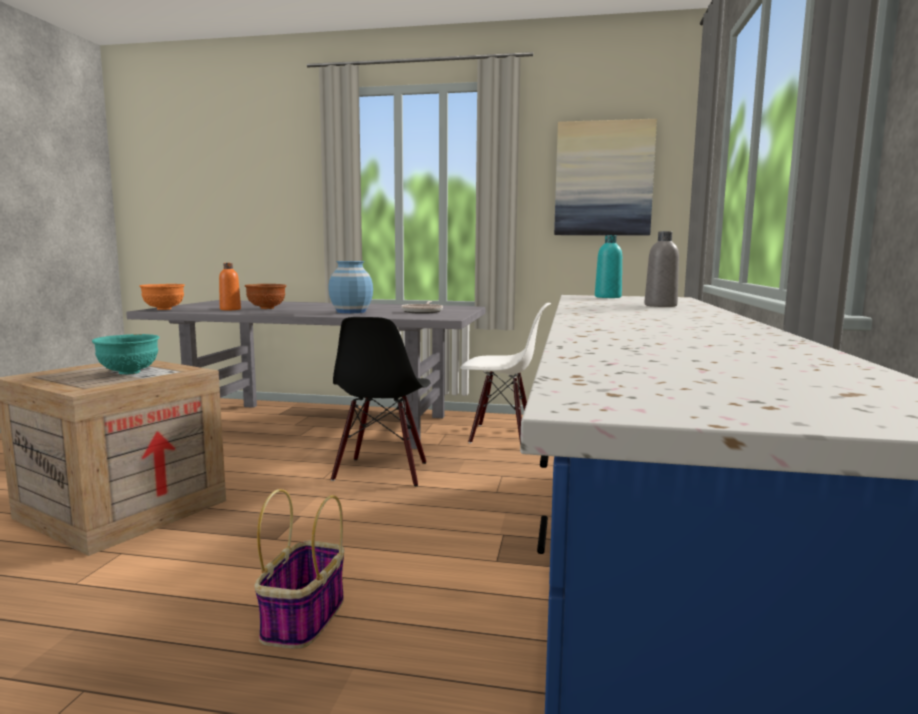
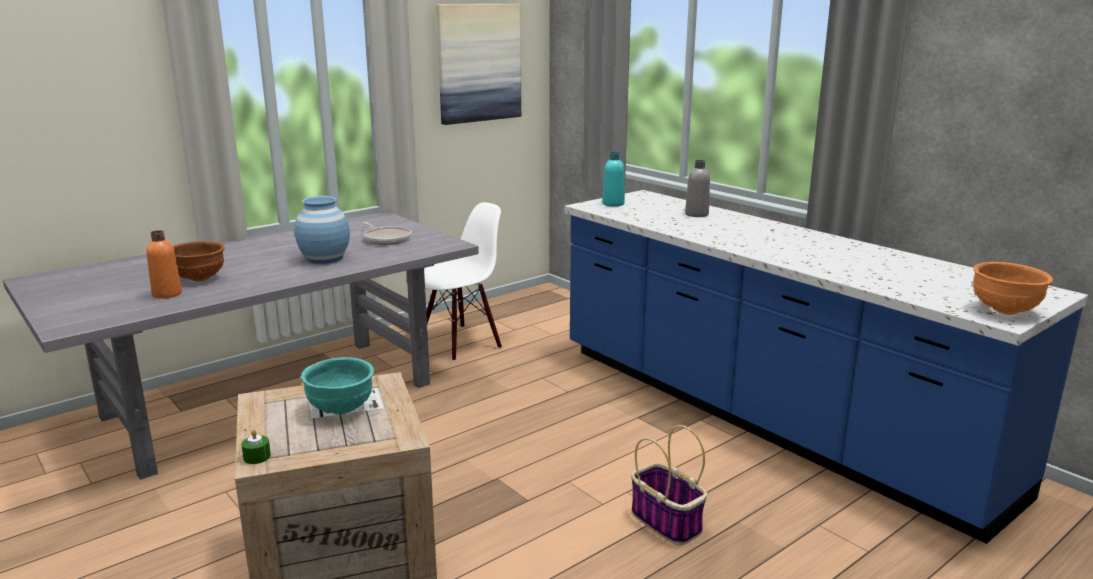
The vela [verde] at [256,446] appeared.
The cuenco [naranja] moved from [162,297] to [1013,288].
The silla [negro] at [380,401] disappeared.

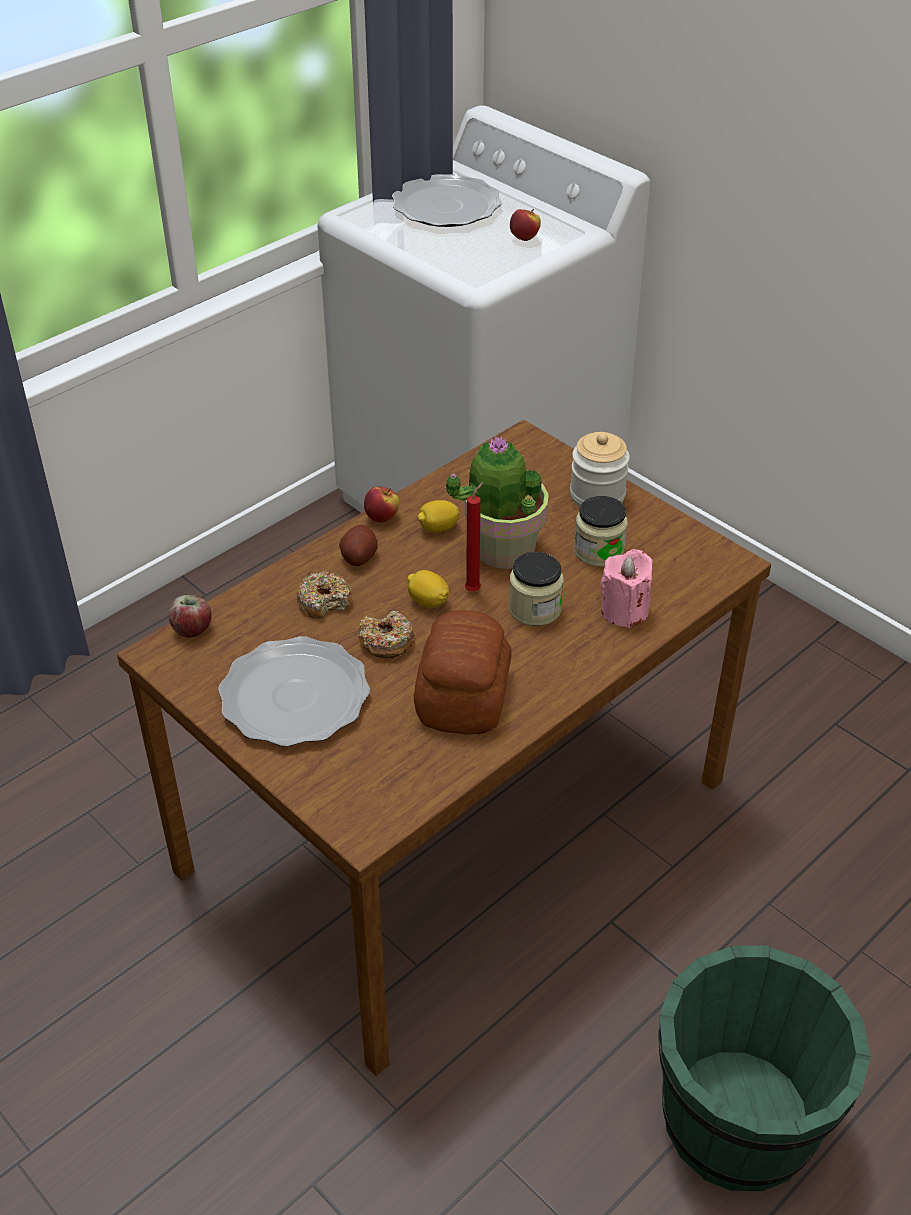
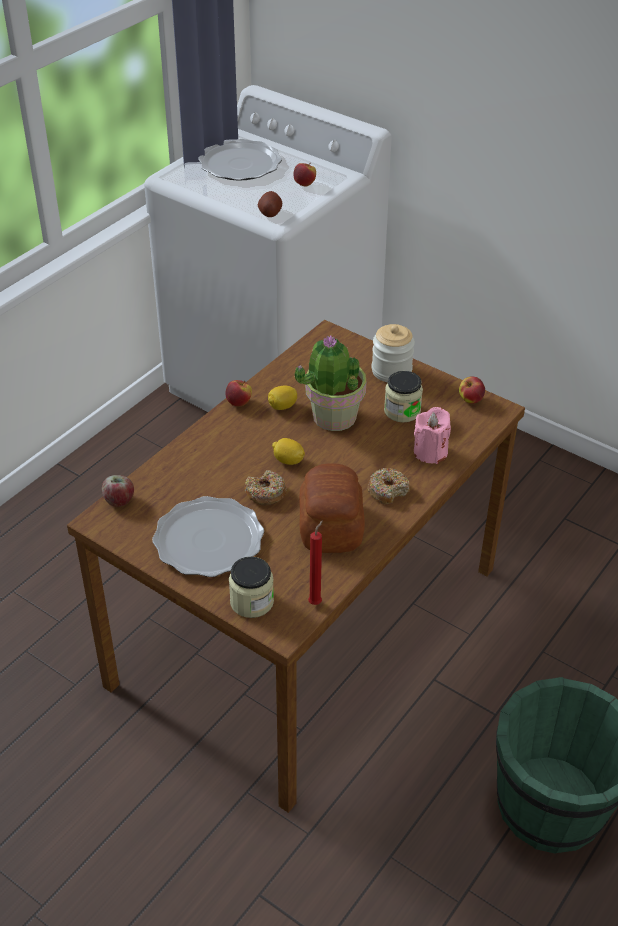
The tarro moved from [536,589] to [251,587].
The patata moved from [358,545] to [270,204].
The vela [rojo] moved from [474,536] to [315,562].
The rosquilla moved from [324,595] to [388,486].
The manzana at [472,390] appeared.

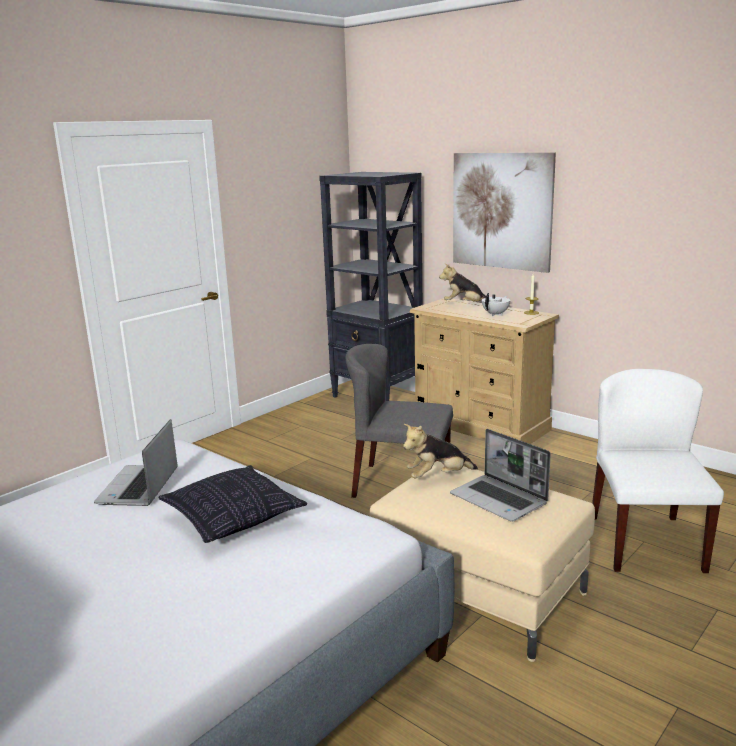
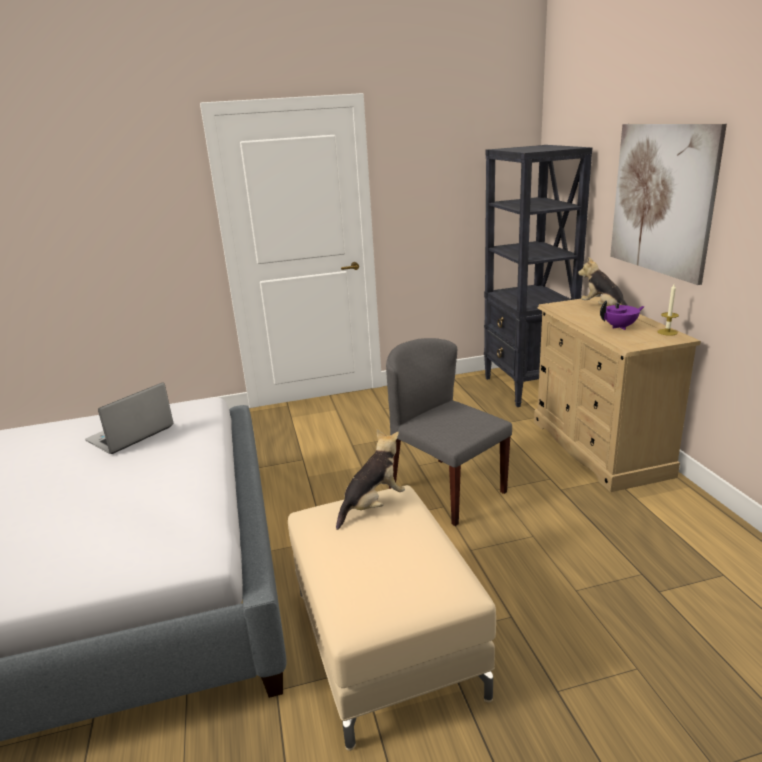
The peluche at [440,451] turned 120 degrees clockwise.
The tetera [blanco] at [496,304] became the tetera [morado] at [622,315].
The cojín at [232,504] disappeared.
The portátil at [500,475] disappeared.
The silla [blanco] at [658,471] disappeared.

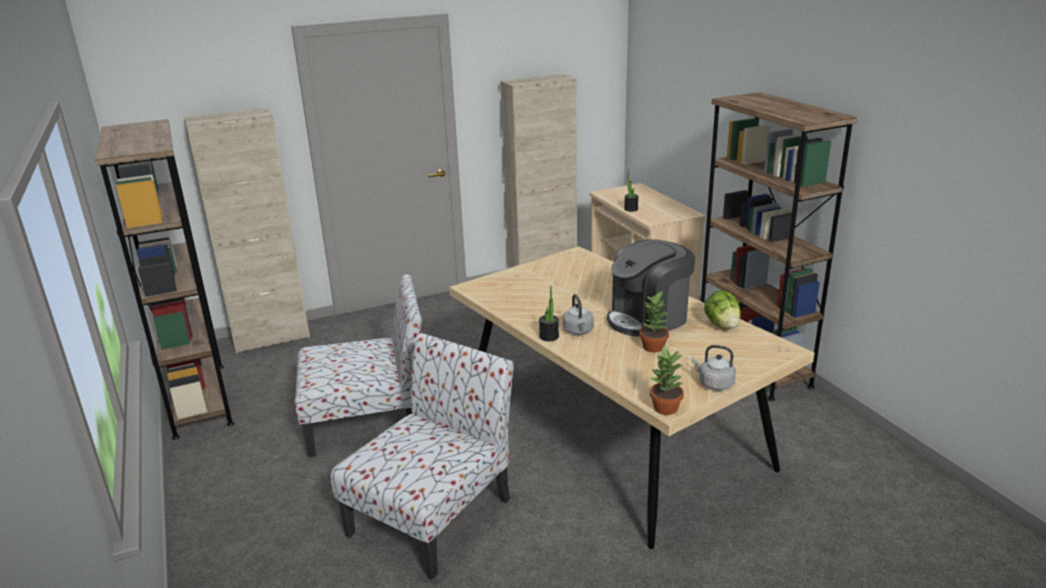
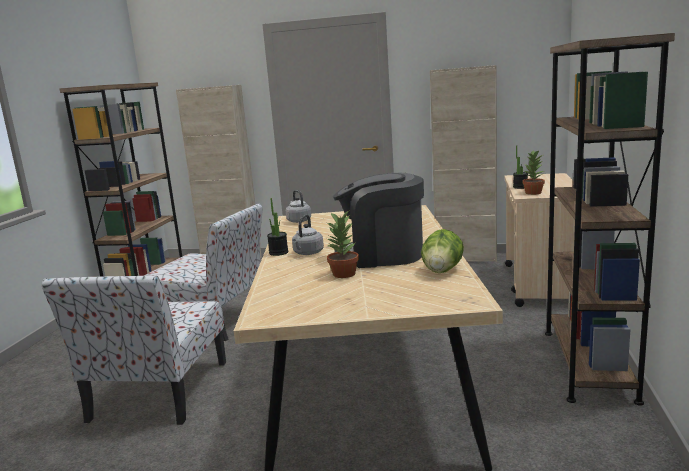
The silla at [422,456] turned 120 degrees clockwise.
The hervidor [gris] moved from [713,367] to [298,206].
The planta en maceta moved from [667,380] to [533,172].

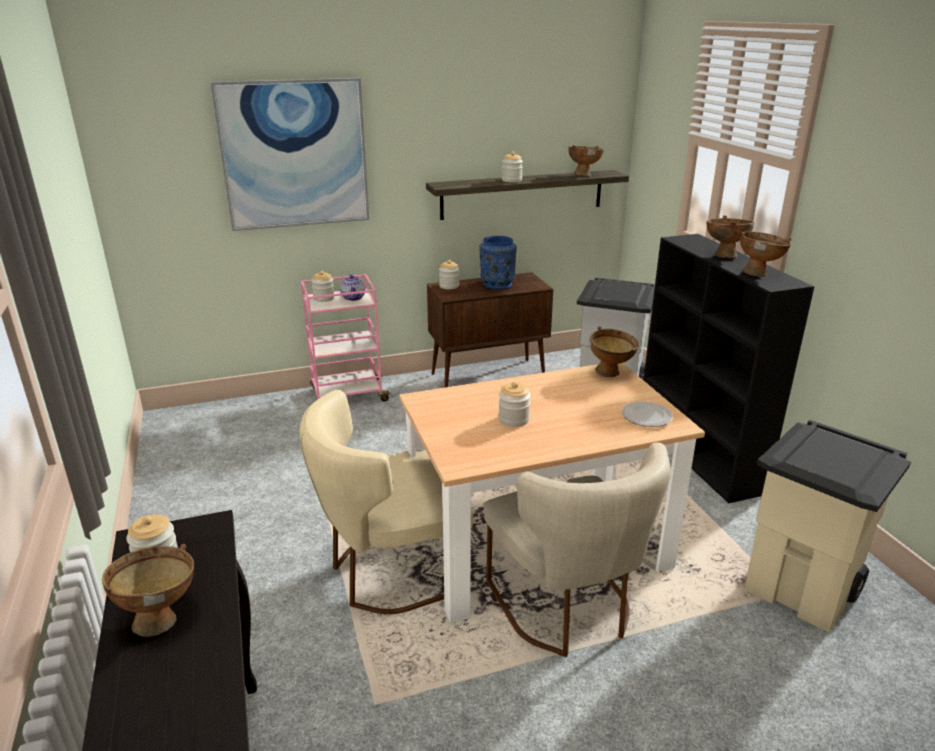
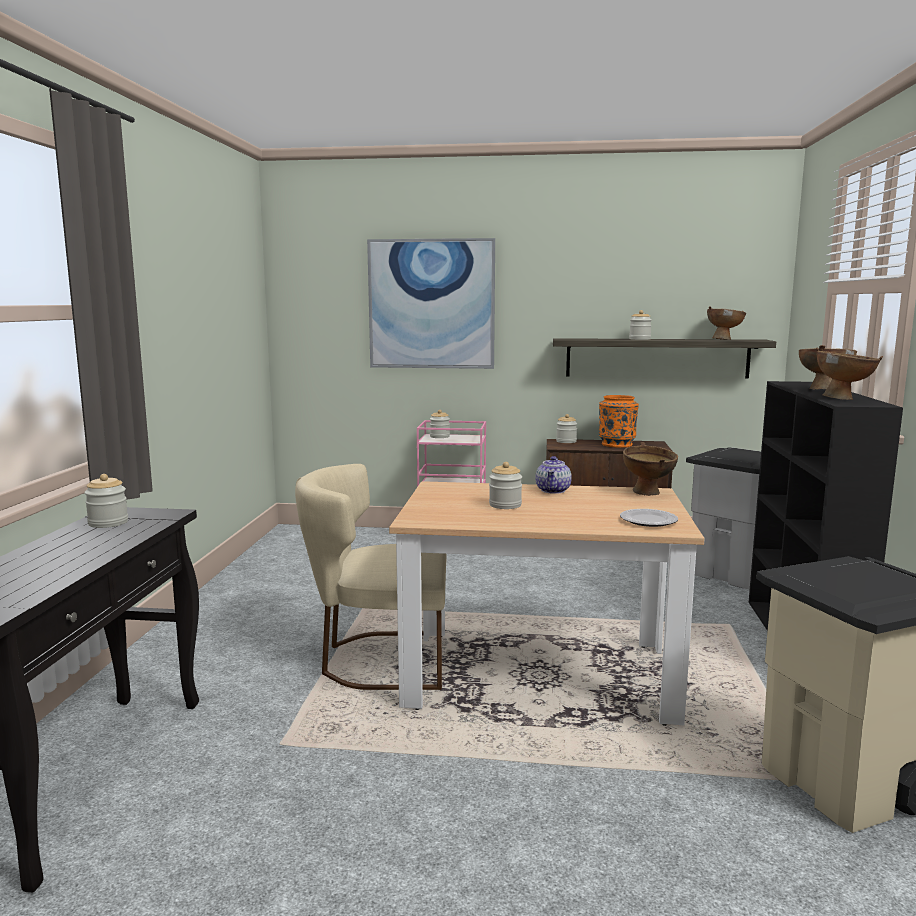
The tetera moved from [352,287] to [553,475].
The florero [azul] at [498,262] became the florero [naranja] at [619,421].
The cuenco [marrón] at [148,590] disappeared.
The silla [beis] at [577,550] disappeared.

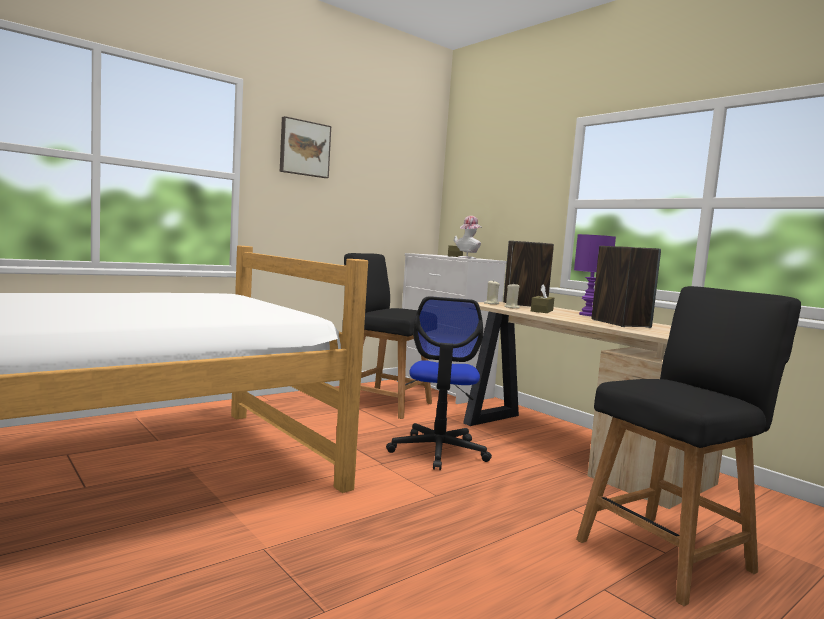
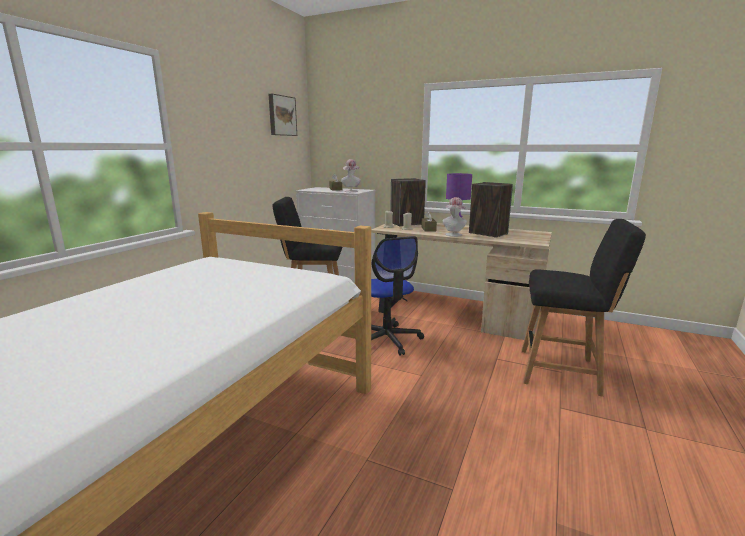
The cuadro moved from [305,147] to [282,115].
The sombrero at [455,217] appeared.
The silla [negro] at [688,446] turned 75 degrees clockwise.

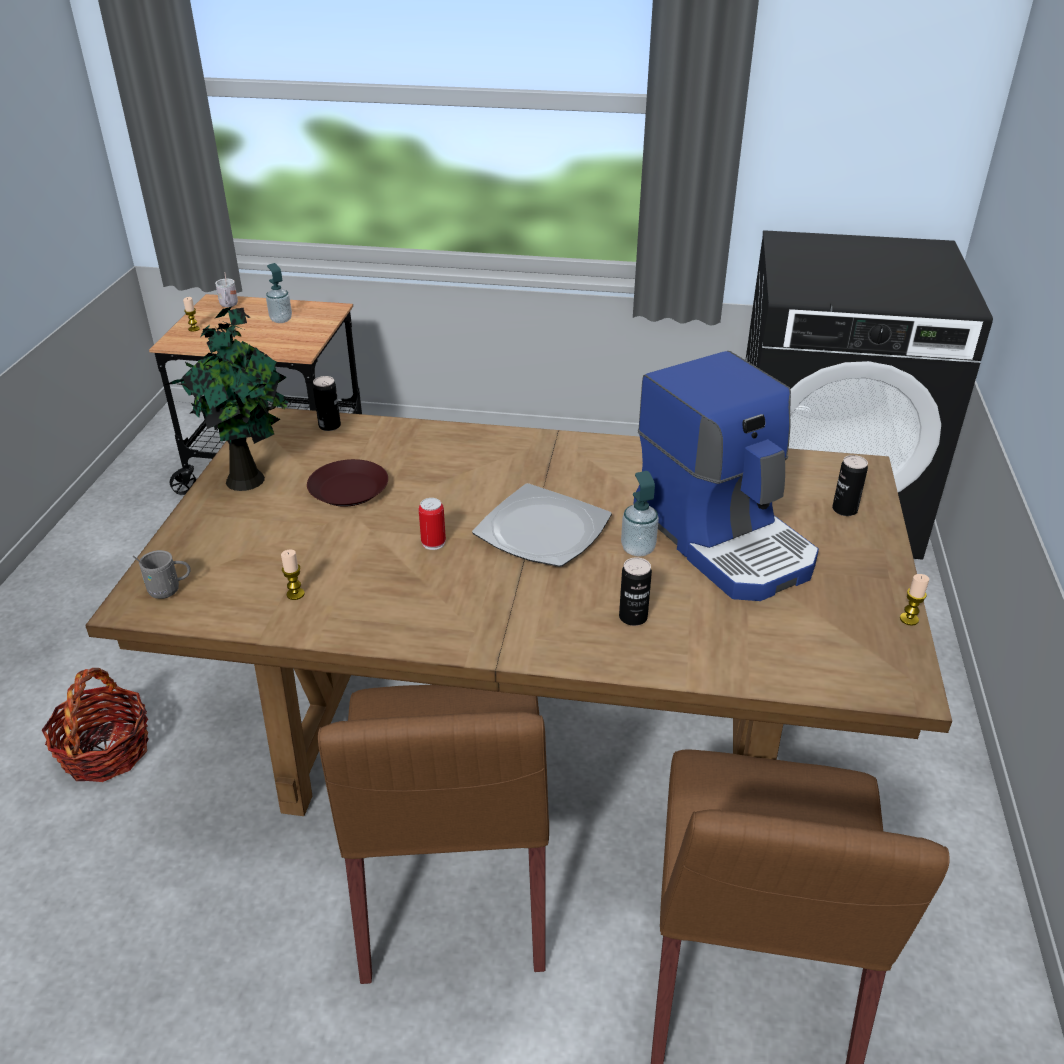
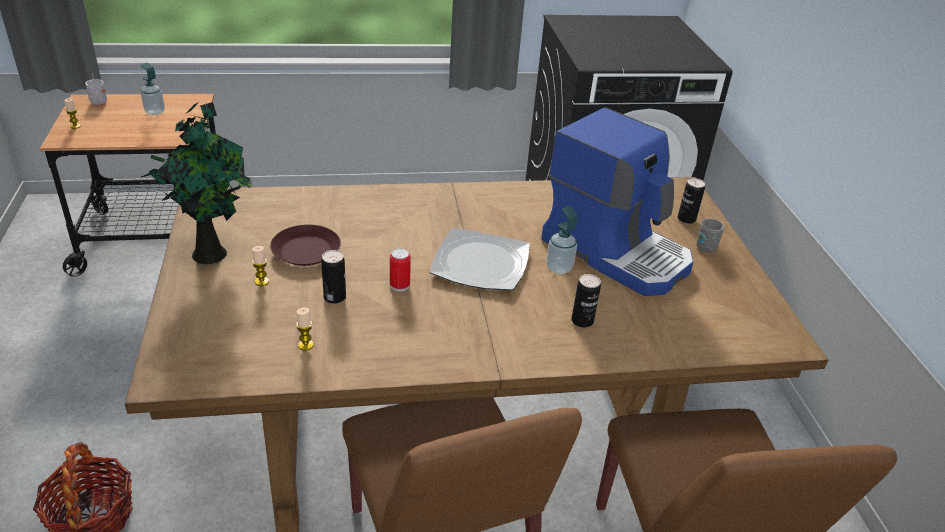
The vela moved from [914,600] to [260,266].
The lata moved from [327,403] to [333,277].
The taza grande [gris] moved from [162,574] to [710,235].

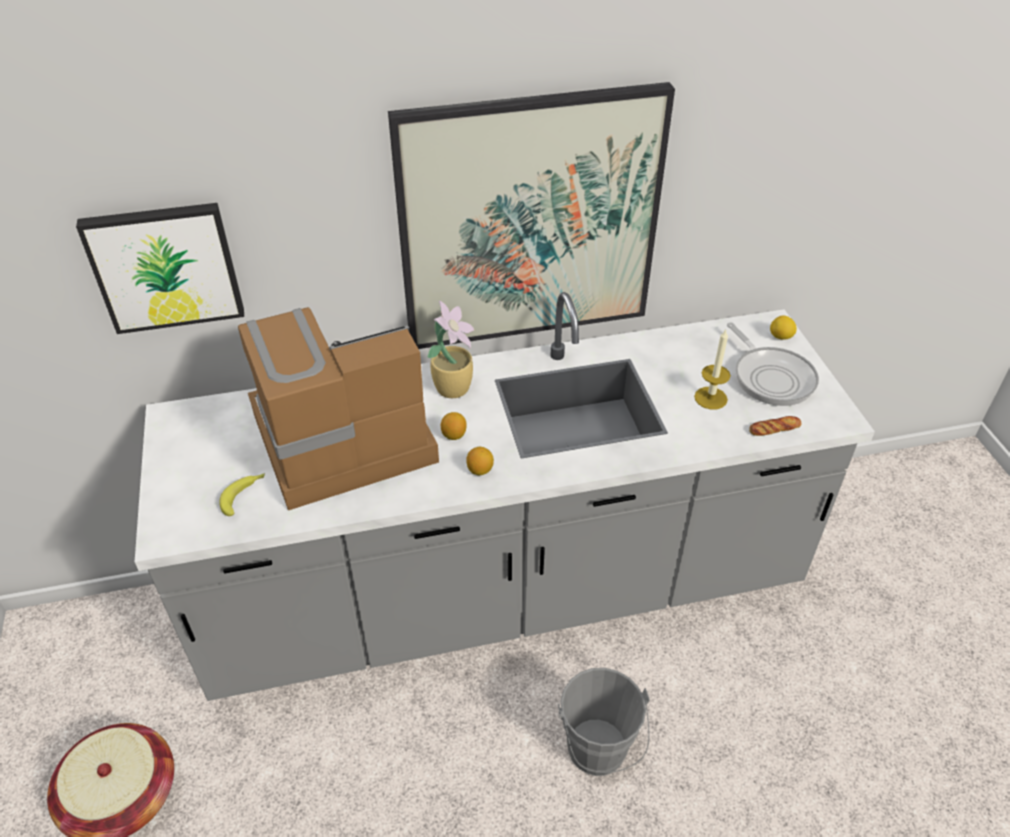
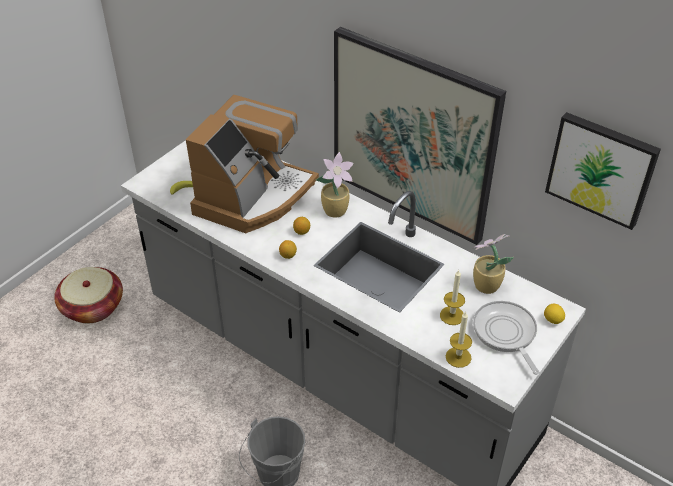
The cafetera at [338,408] turned 90 degrees clockwise.
The pan at [775,426] was replaced by the vela at [459,339].
The planta en maceta at [493,264] appeared.
The sartén at [773,364] turned 135 degrees clockwise.
The cuadro moved from [160,268] to [603,171].

